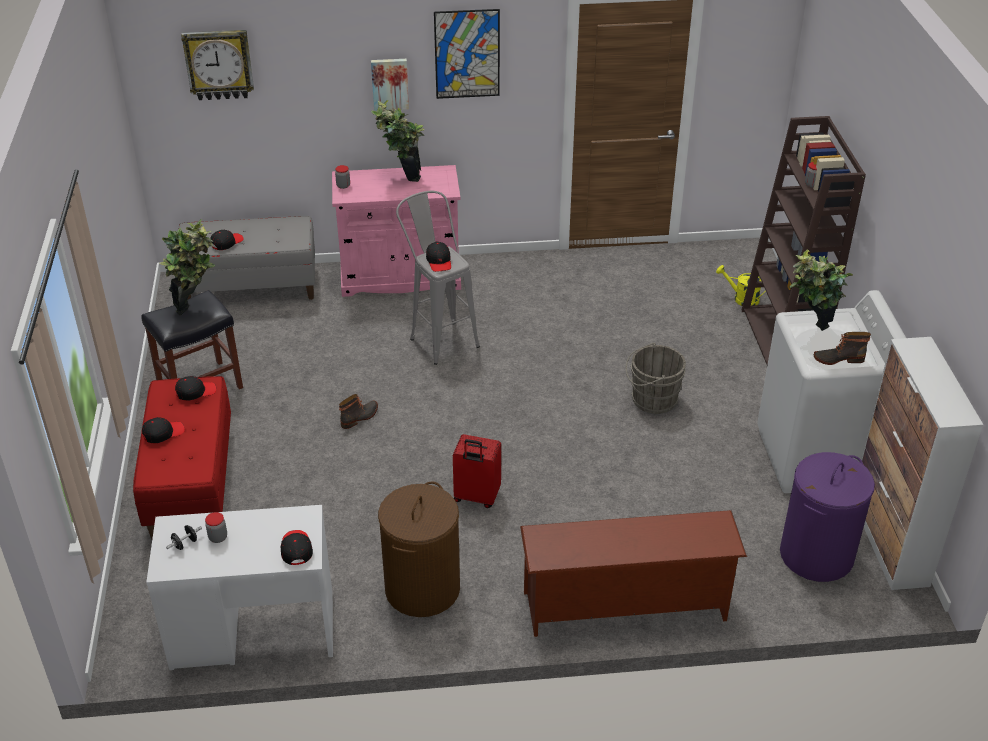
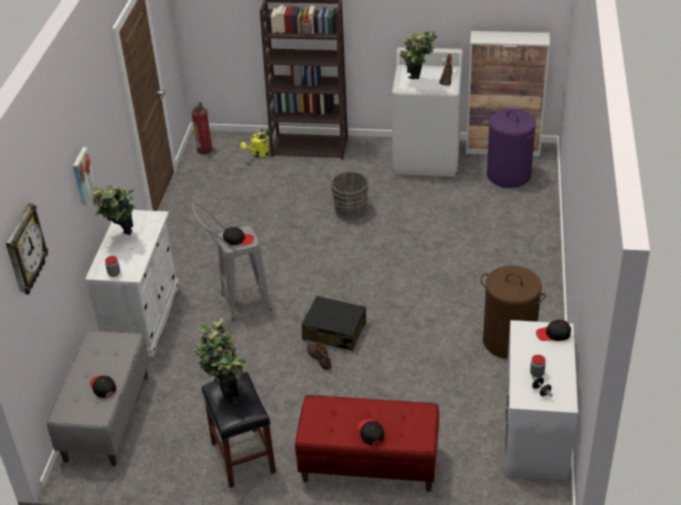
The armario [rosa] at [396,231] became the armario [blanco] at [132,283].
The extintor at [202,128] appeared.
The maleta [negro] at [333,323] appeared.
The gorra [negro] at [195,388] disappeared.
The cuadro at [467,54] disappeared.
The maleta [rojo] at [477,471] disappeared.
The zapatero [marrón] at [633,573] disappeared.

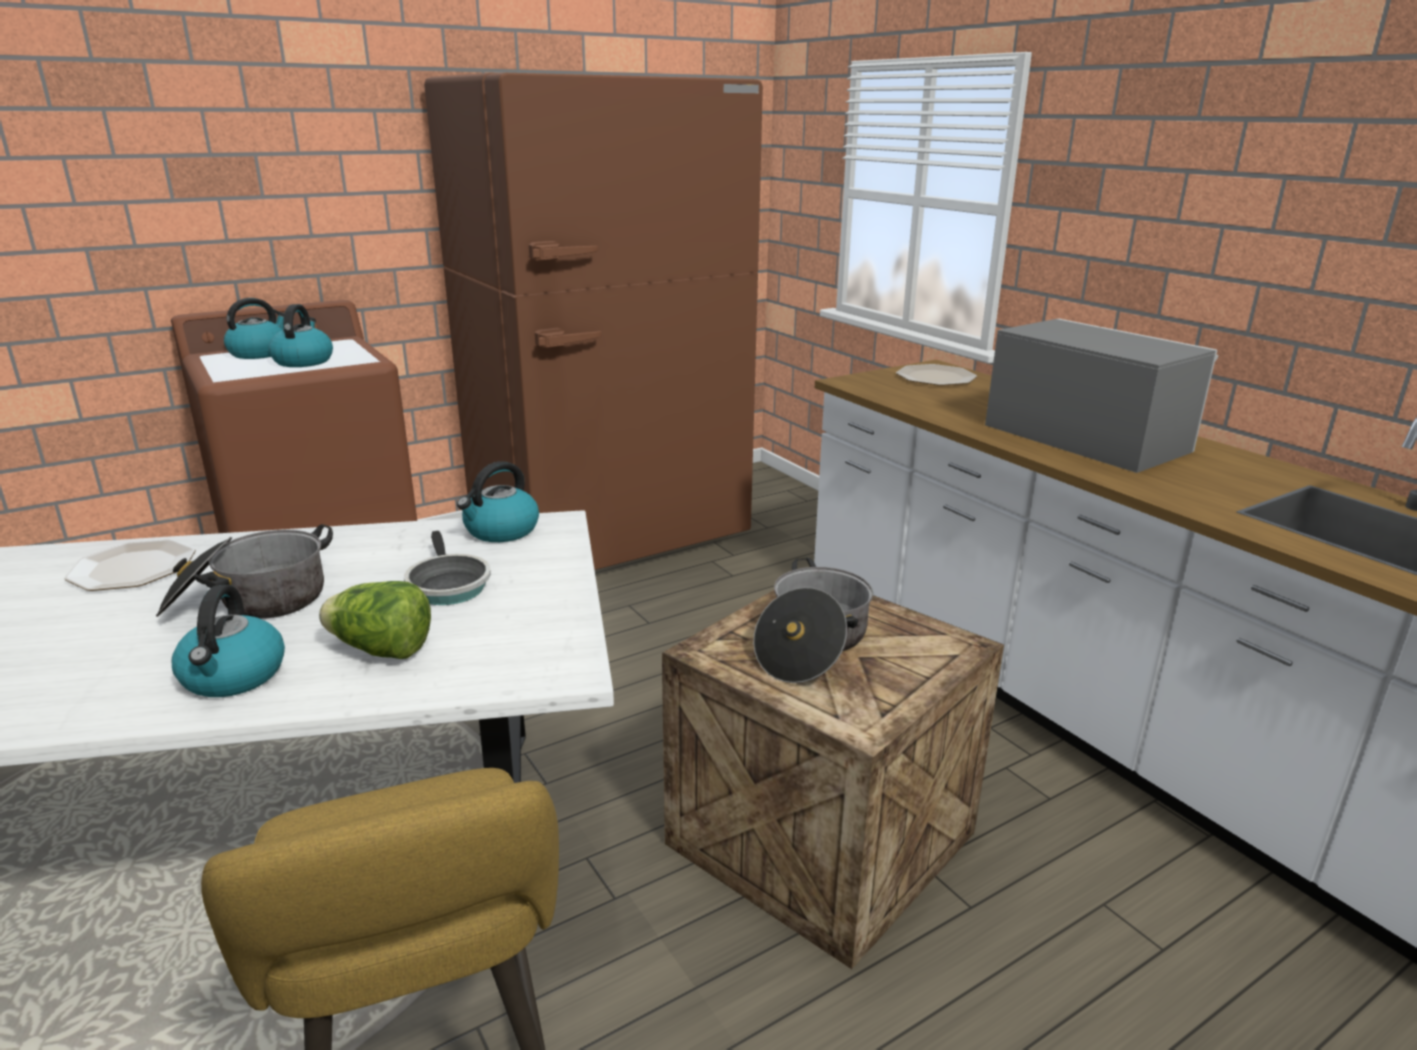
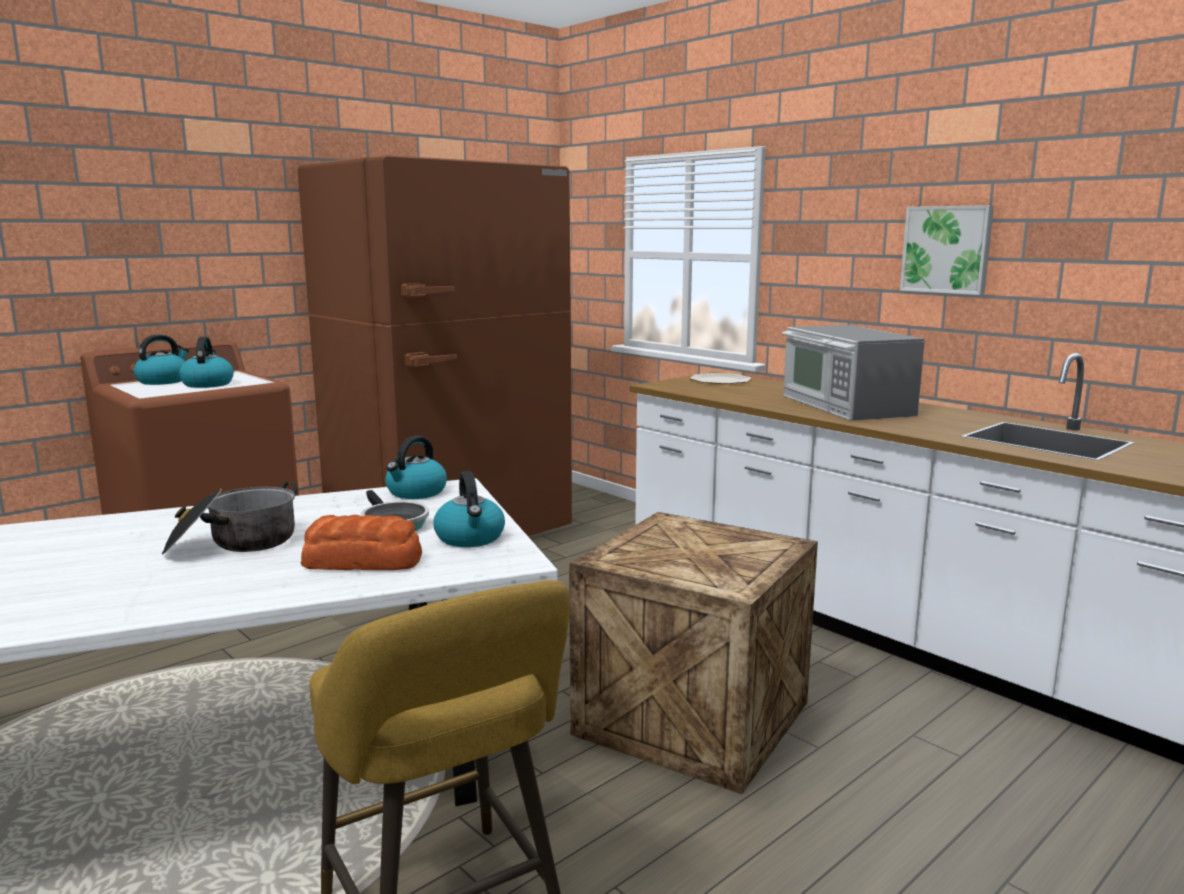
The lechuga at [375,620] was replaced by the pan at [361,542].
The hervidor moved from [228,641] to [469,509].
The microondas at [1101,396] turned 150 degrees counterclockwise.
The cuadro at [947,250] appeared.
The plato at [130,565] disappeared.
The olla at [813,620] disappeared.

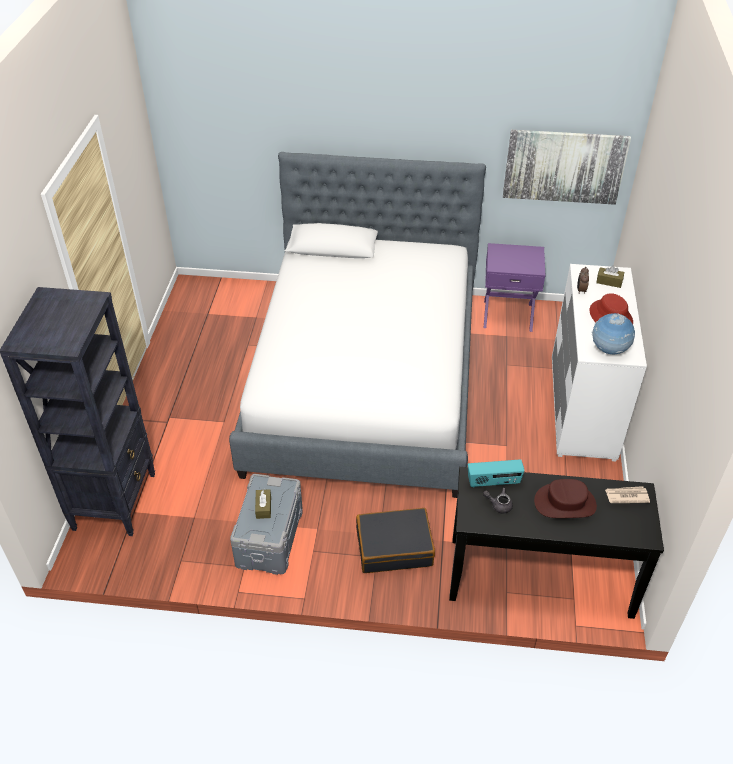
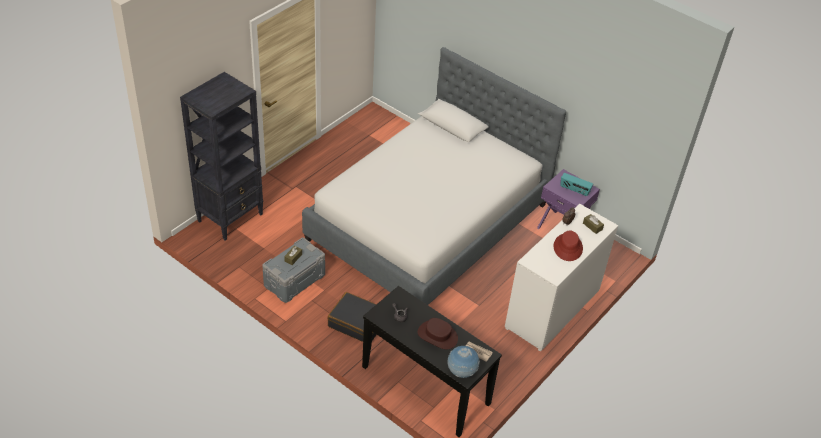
The globo terráqueo moved from [613,334] to [464,362].
The radio moved from [496,473] to [576,185].
The cuadro at [567,167] disappeared.

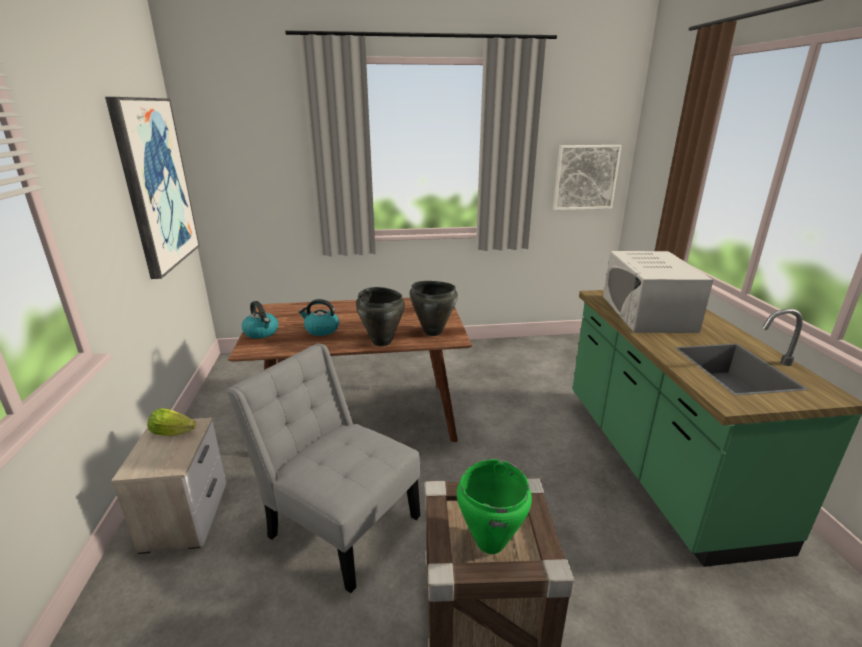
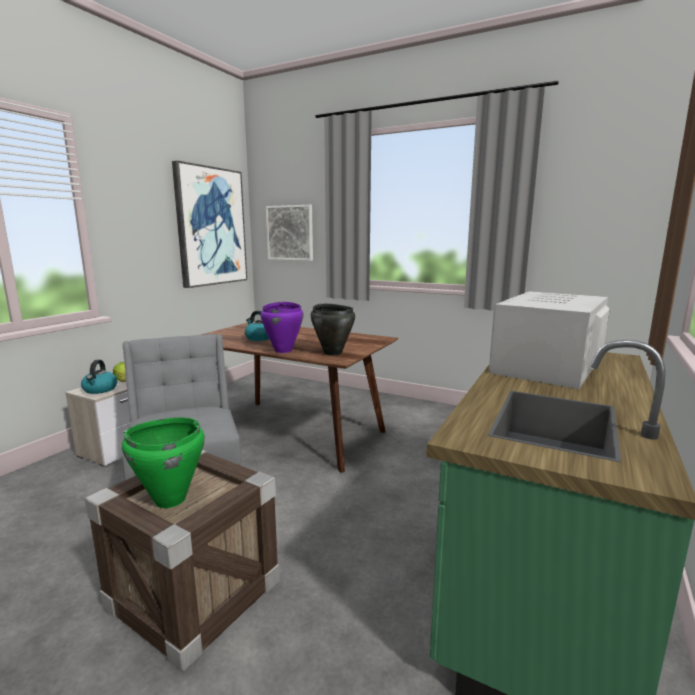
The hervidor moved from [260,319] to [99,377].
The olla [negro] at [380,316] became the olla [morado] at [281,327].
The cuadro moved from [587,177] to [289,233].

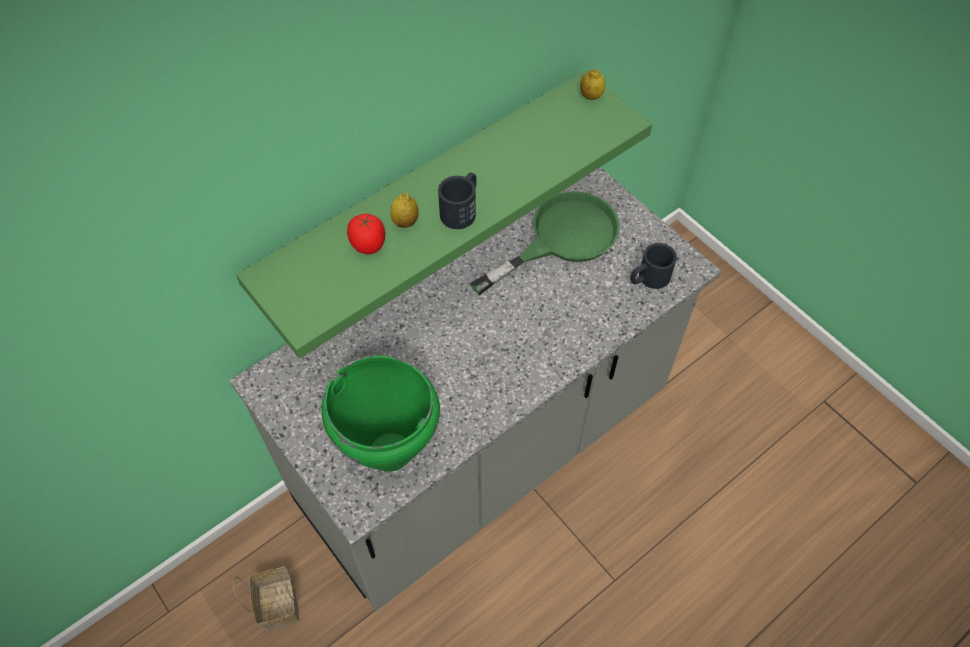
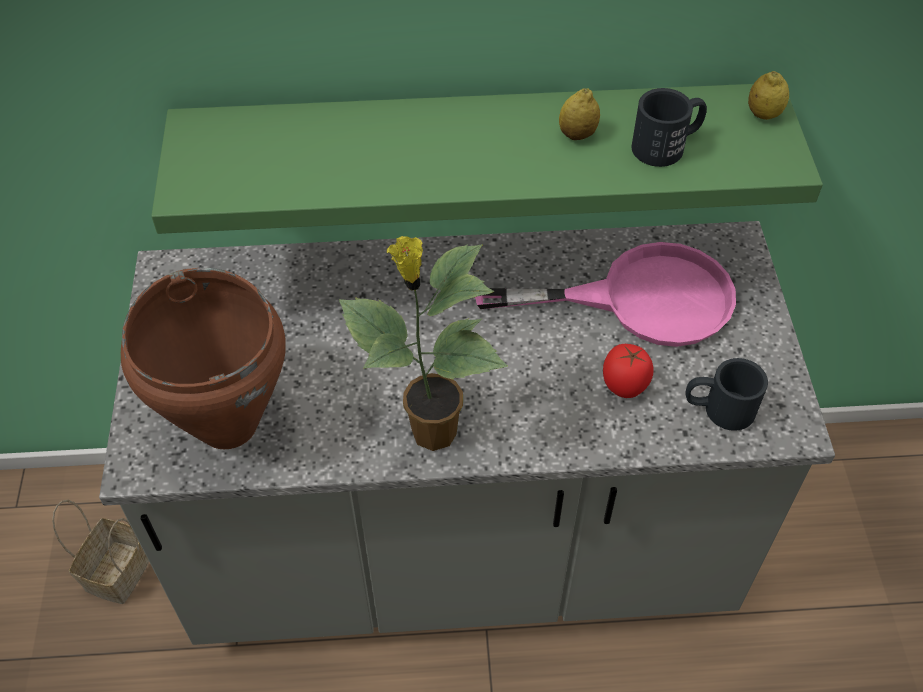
The olla [verde] at [381,414] became the olla [marrón] at [203,358].
The planta en maceta at [423,343] appeared.
The sartén [verde] at [544,243] became the sartén [rosa] at [605,294].
The limón moved from [404,210] to [579,114].
The tomate moved from [366,234] to [628,371].
The taza grande [negro] moved from [457,201] to [669,127].

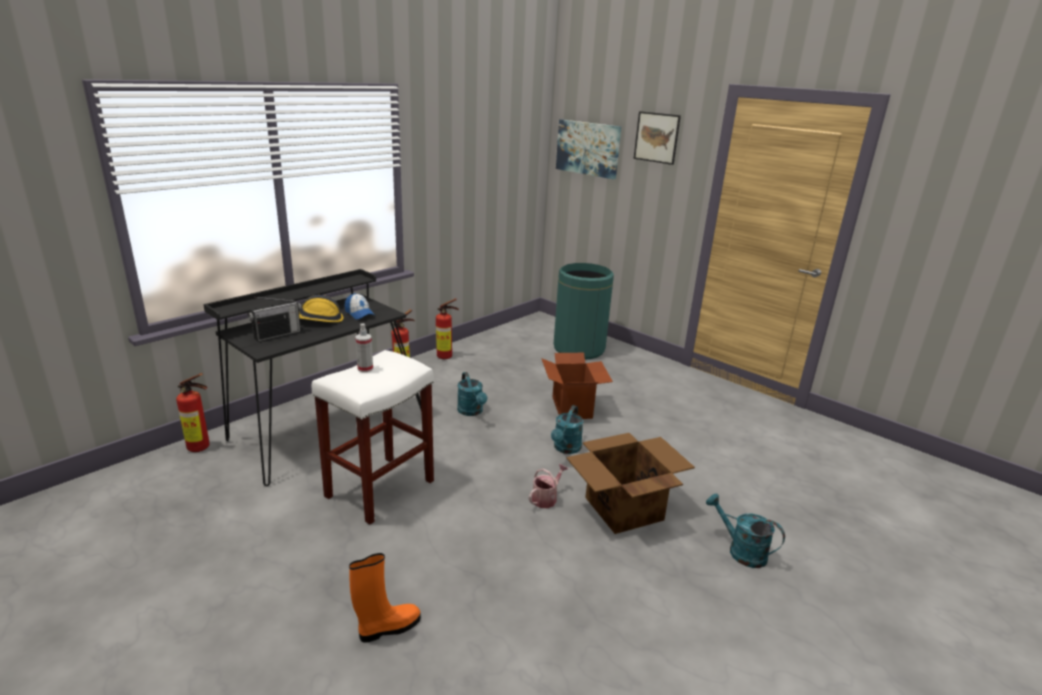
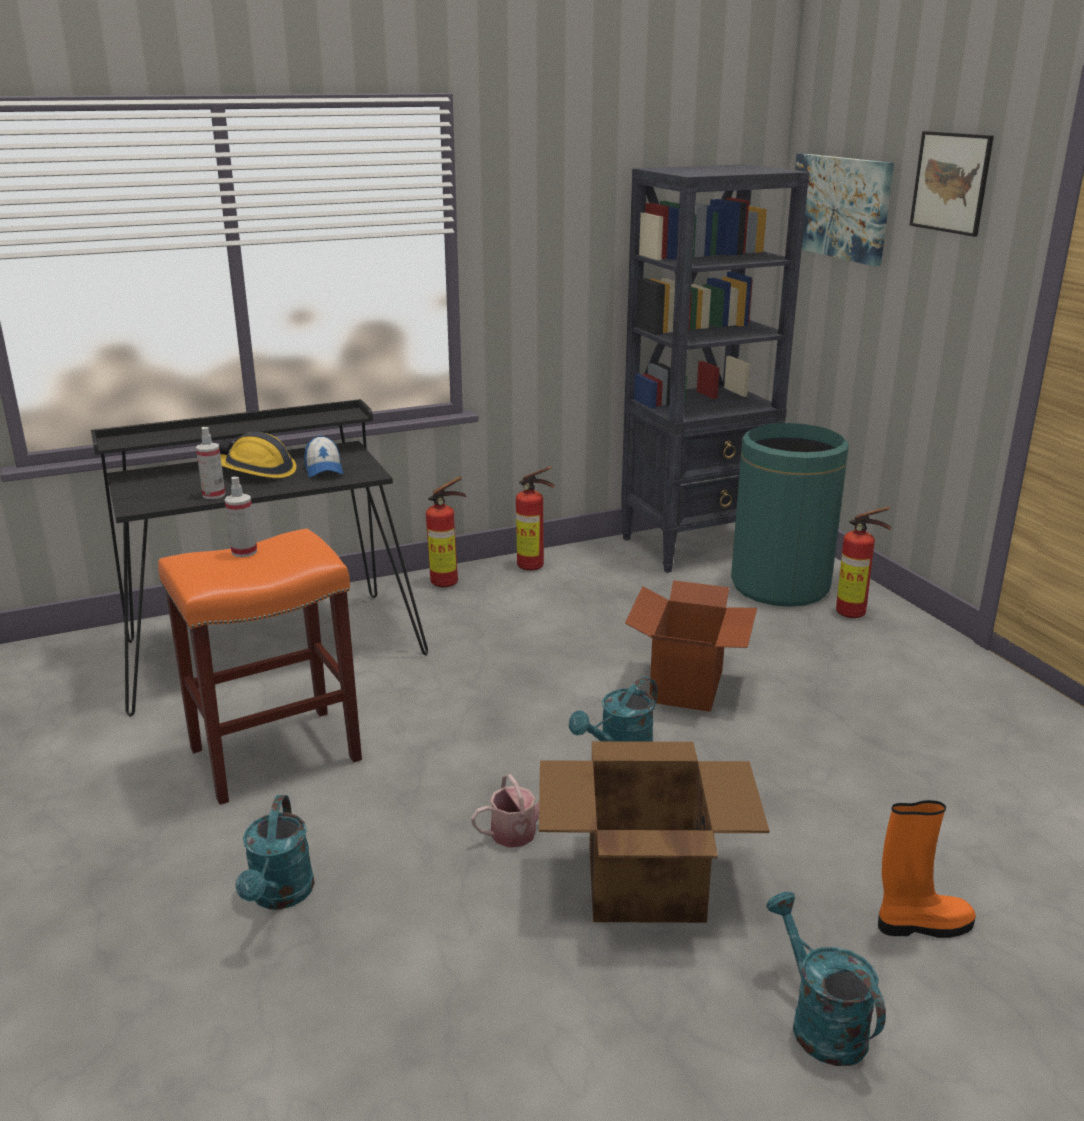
The taburete [blanco] at [373,437] became the taburete [naranja] at [260,666].
The pulverizador at [210,463] appeared.
The regadera [turquesa] moved from [472,394] to [275,852].
The estantería [negro] at [715,368] appeared.
The extintor moved from [193,412] to [863,562].
The bota [naranja] moved from [385,597] to [927,869].
The radio at [274,319] disappeared.

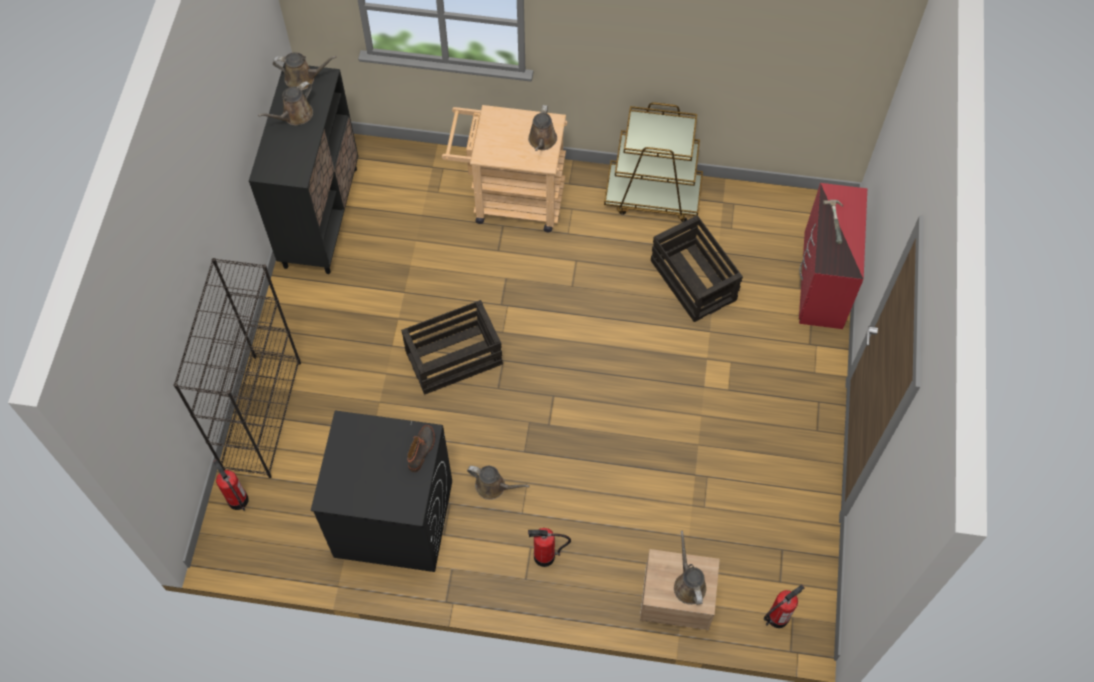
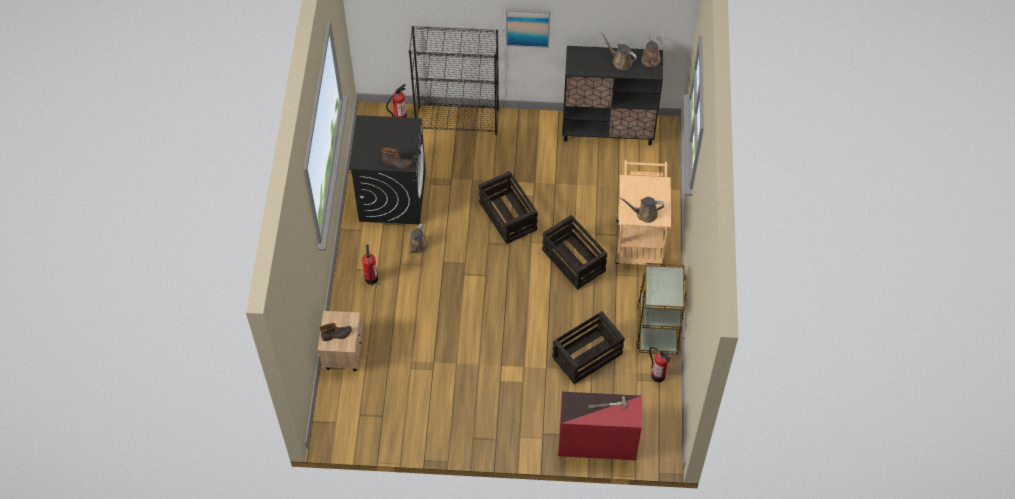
The regadera [marrón] at [690,567] was replaced by the bota at [335,332].
The cuadro at [528,28] appeared.
The caja de embalaje at [575,252] appeared.
The extintor moved from [784,606] to [660,364].

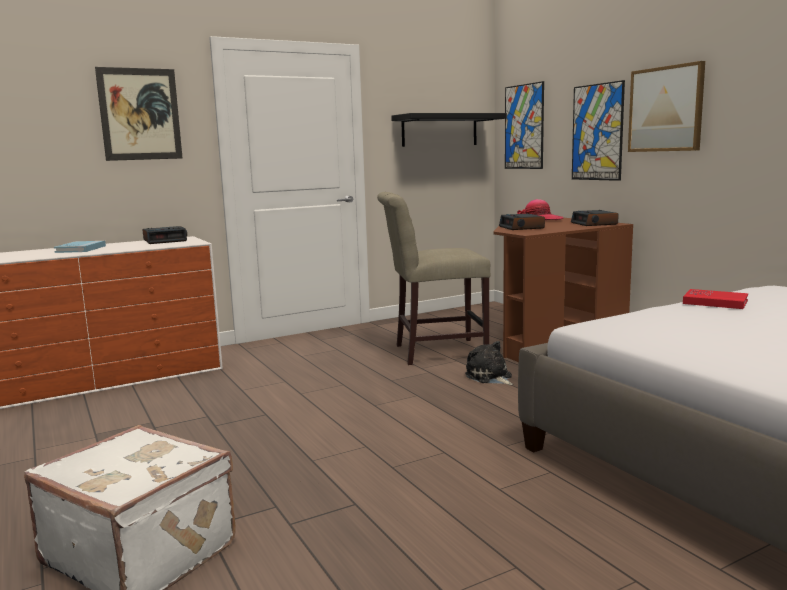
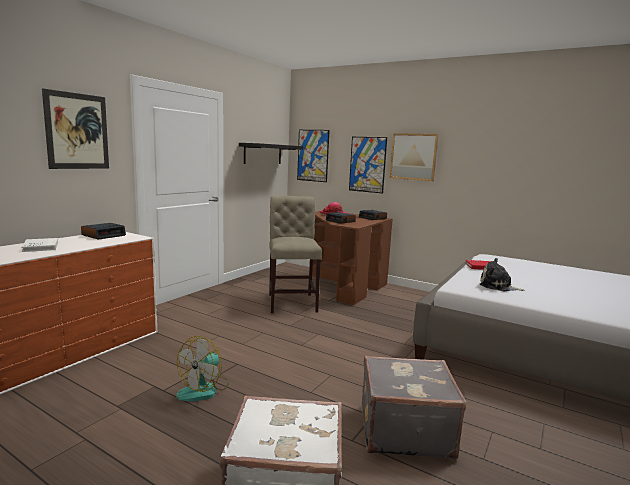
The libro [azul] at [80,247] became the libro [blanco] at [39,245].
The ventilador at [202,368] appeared.
The silla [beis] at [434,278] turned 120 degrees clockwise.
The maleta [gris] at [414,407] appeared.
The peluche moved from [489,363] to [502,274].

